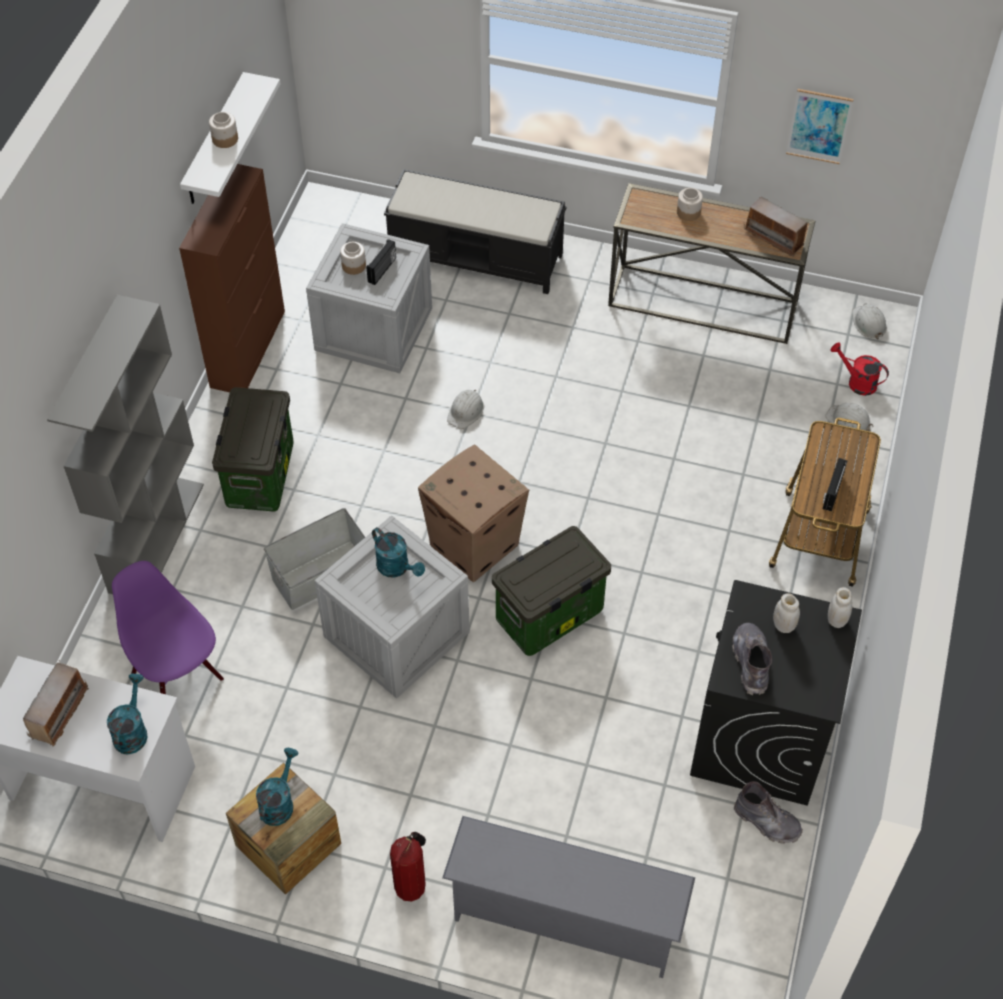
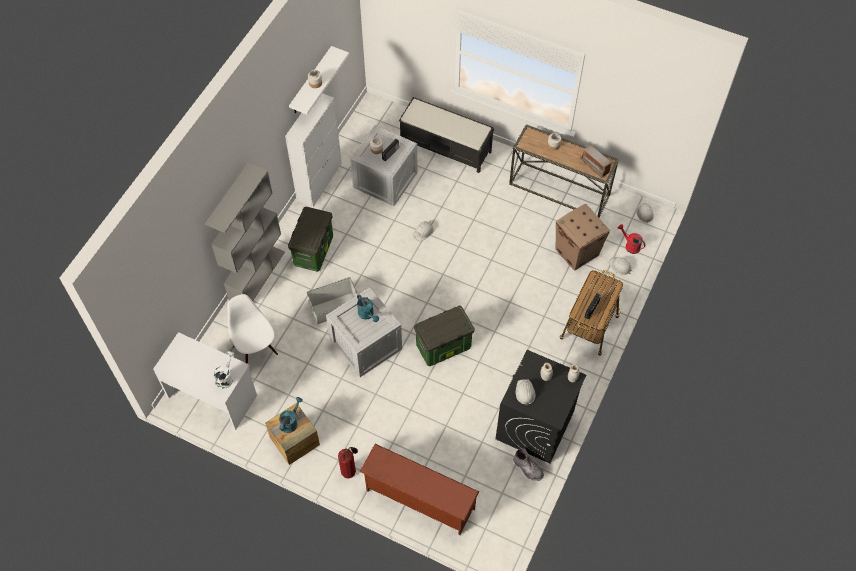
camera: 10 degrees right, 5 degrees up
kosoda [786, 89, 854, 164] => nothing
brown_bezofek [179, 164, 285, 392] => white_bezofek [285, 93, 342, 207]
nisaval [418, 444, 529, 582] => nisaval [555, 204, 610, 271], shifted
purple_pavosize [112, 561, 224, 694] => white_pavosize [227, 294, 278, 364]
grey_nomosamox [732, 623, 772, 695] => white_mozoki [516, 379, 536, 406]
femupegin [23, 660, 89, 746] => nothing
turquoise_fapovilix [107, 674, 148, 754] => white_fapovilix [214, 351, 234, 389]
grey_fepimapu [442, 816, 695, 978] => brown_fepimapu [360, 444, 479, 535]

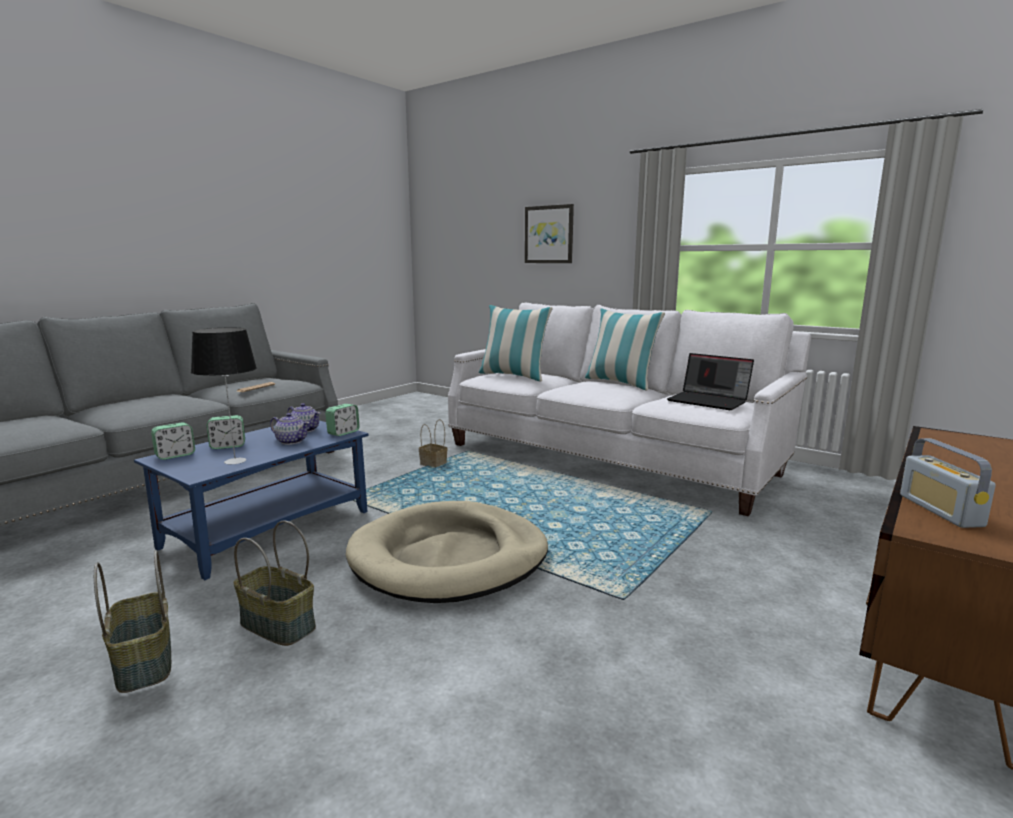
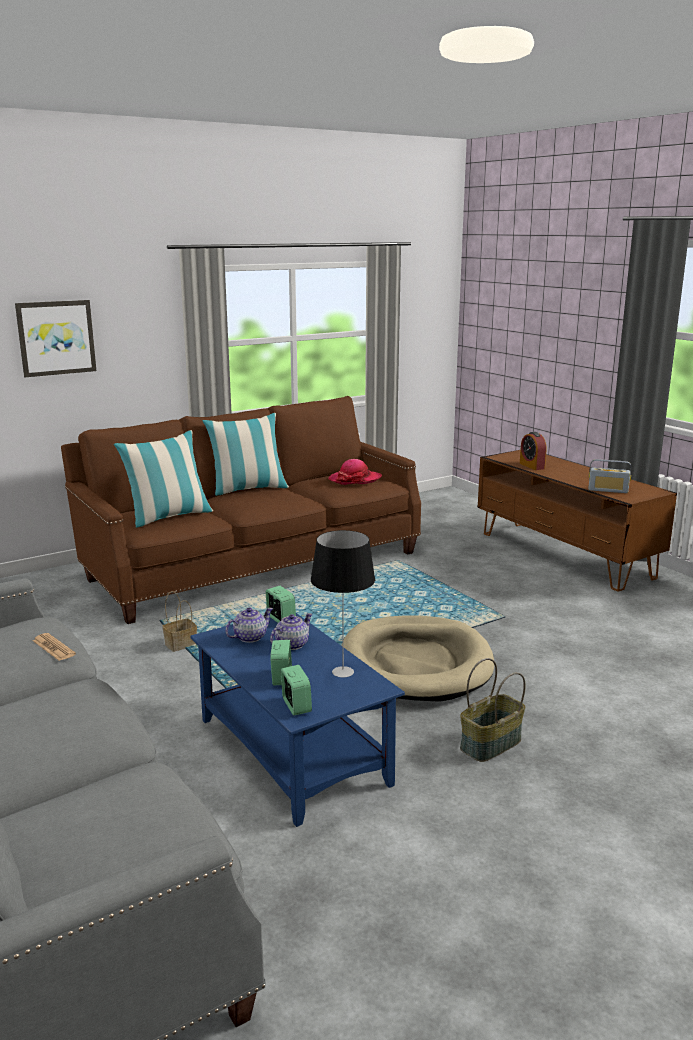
camera: 70 degrees left, 5 degrees up
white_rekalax [448, 302, 811, 516] => brown_rekalax [61, 396, 421, 624]
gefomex [667, 353, 754, 410] => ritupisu [328, 459, 382, 485]
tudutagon [94, 550, 171, 693] => nothing
nothing => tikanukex [520, 432, 546, 470]

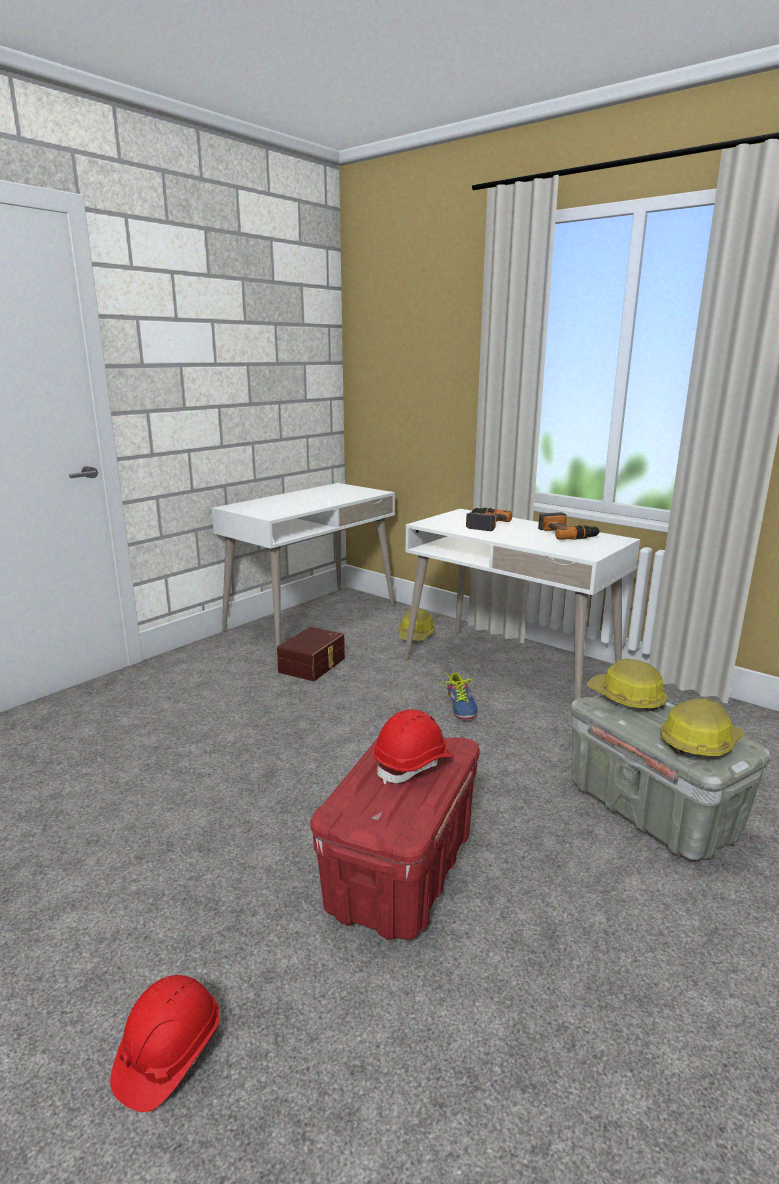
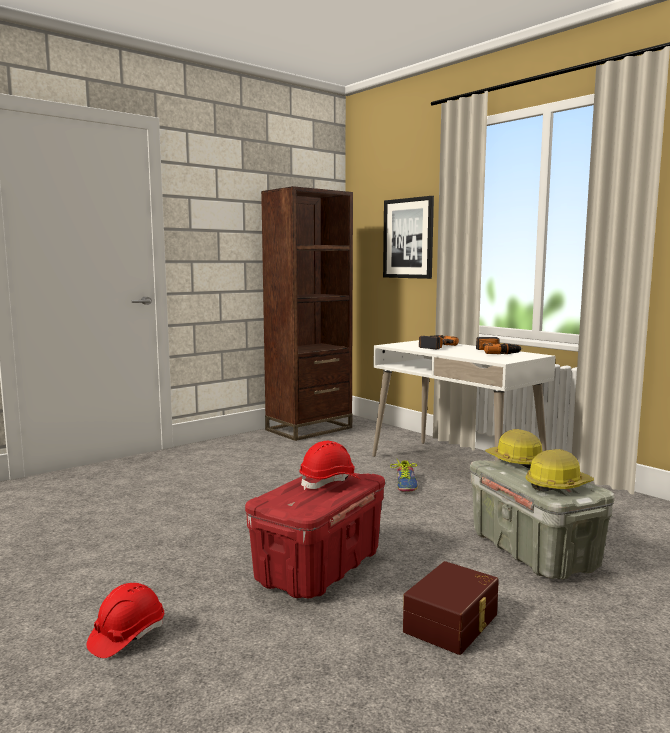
camera: 10 degrees right, 10 degrees down
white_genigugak [212, 483, 395, 652] => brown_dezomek [261, 186, 353, 441]
mozoki [398, 608, 436, 641] => nothing
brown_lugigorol [277, 627, 345, 681] => brown_lugigorol [403, 561, 499, 655], shifted
nothing => kosoda [383, 196, 434, 279]

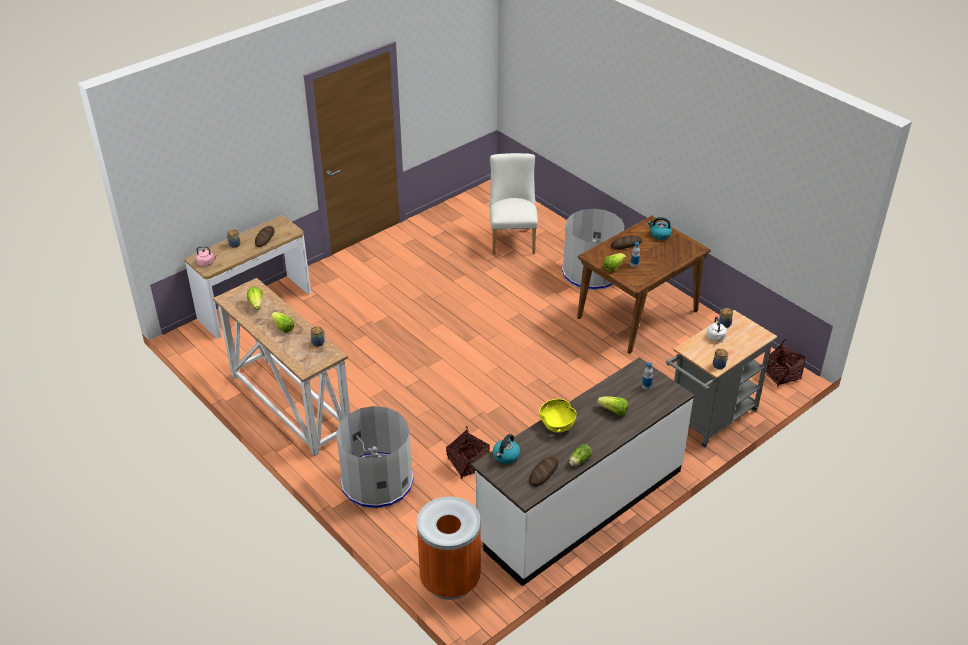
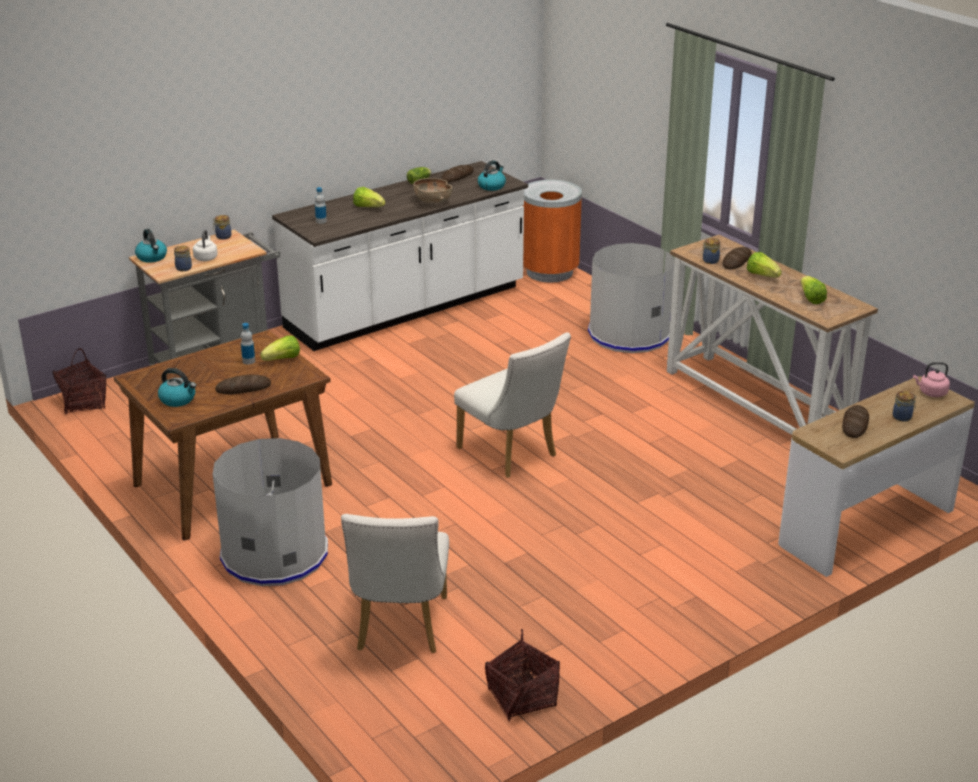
camera: 175 degrees left, 10 degrees down
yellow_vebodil [539, 399, 577, 432] => brown_vebodil [413, 178, 452, 203]
tudutagon [446, 426, 490, 479] => tudutagon [485, 629, 560, 721], shifted
nothing => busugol [135, 229, 167, 263]
nothing => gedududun [723, 247, 752, 270]
nothing => white_pavosize [454, 332, 571, 478]

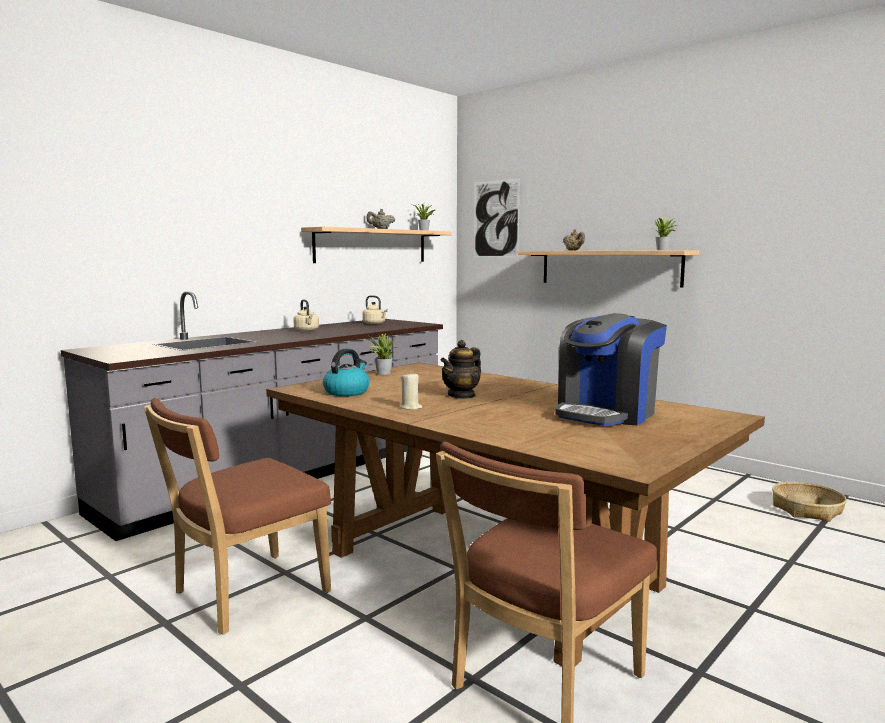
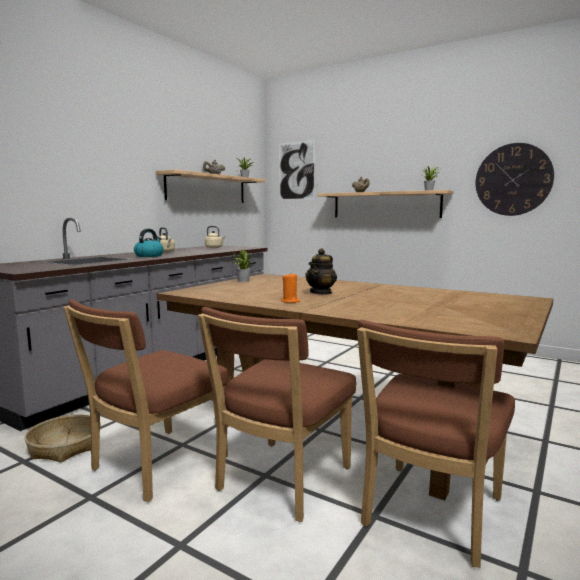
camera: 10 degrees left, 0 degrees up
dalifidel [556, 313, 667, 426] => nothing
busugol [323, 349, 370, 396] => busugol [134, 229, 164, 257], shifted
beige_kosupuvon [399, 374, 422, 410] => orange_kosupuvon [281, 274, 300, 303]
tudutagon [772, 482, 847, 522] => tudutagon [24, 414, 101, 462], shifted
nothing => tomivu [476, 143, 554, 216]
nothing => brown_pavosize [198, 307, 356, 522]

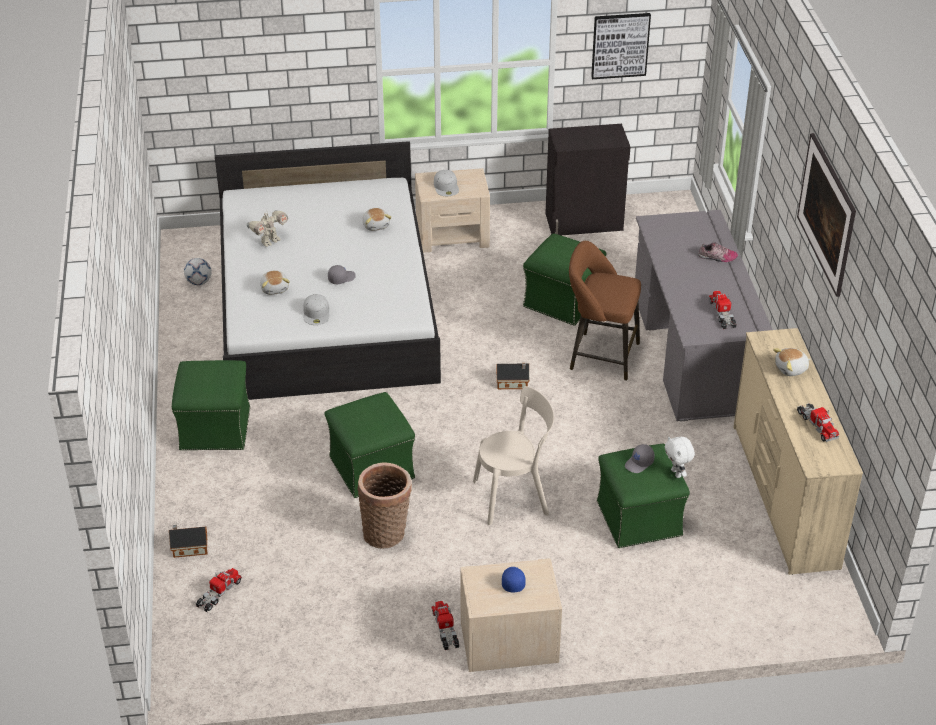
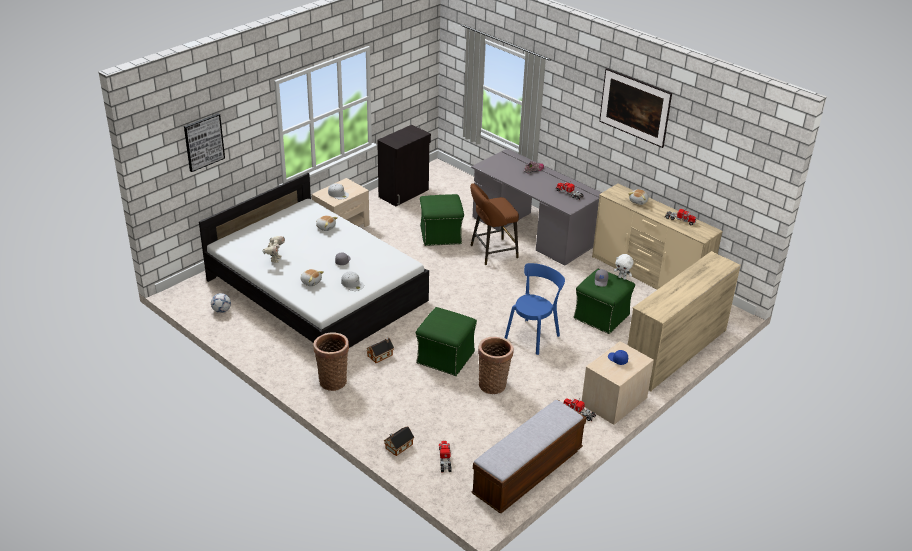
camera: 40 degrees left, 5 degrees down
kosoda [591, 13, 651, 79] => kosoda [184, 113, 225, 172], shifted
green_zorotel [172, 360, 250, 450] => tudutagon [313, 332, 349, 391]
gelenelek [496, 363, 529, 389] => gelenelek [366, 338, 394, 363], shifted
beige_pavosize [473, 386, 554, 525] => blue_pavosize [505, 263, 565, 355]
nothing => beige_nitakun [628, 251, 741, 392]
nothing => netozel [471, 400, 586, 513]

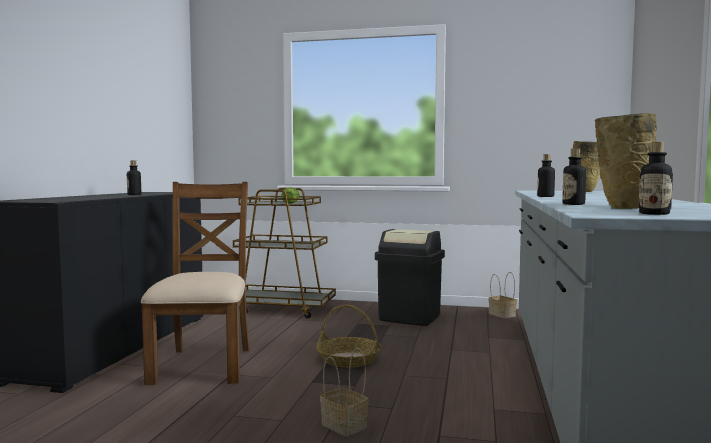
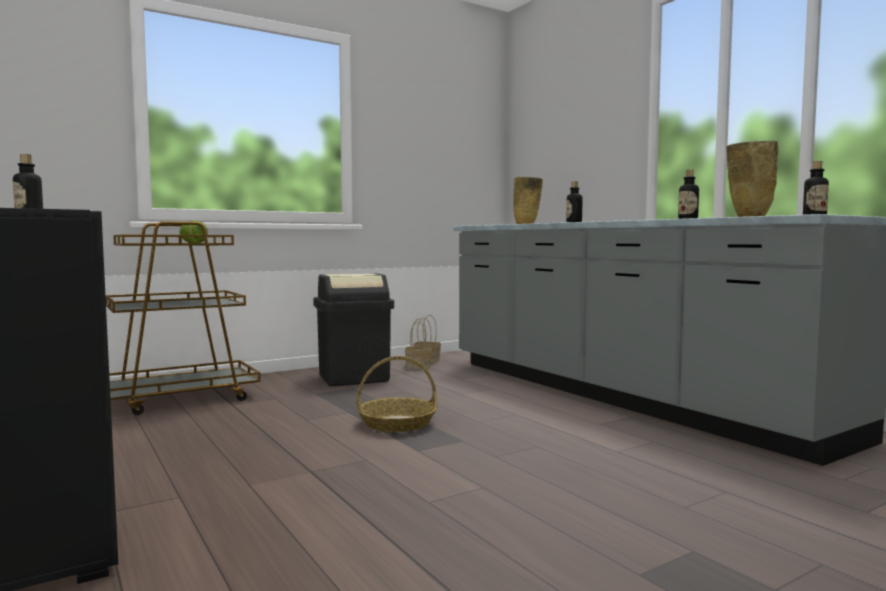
camera: 45 degrees left, 0 degrees up
brown_pavosize [141, 182, 249, 385] => nothing
tudutagon [320, 348, 369, 437] => tudutagon [405, 318, 432, 369], shifted

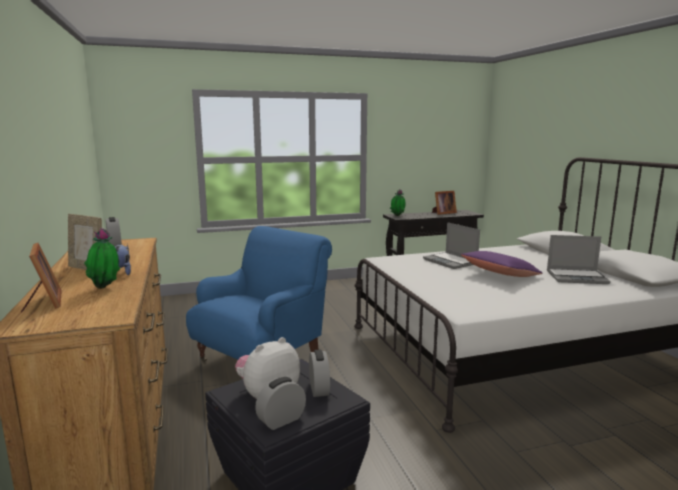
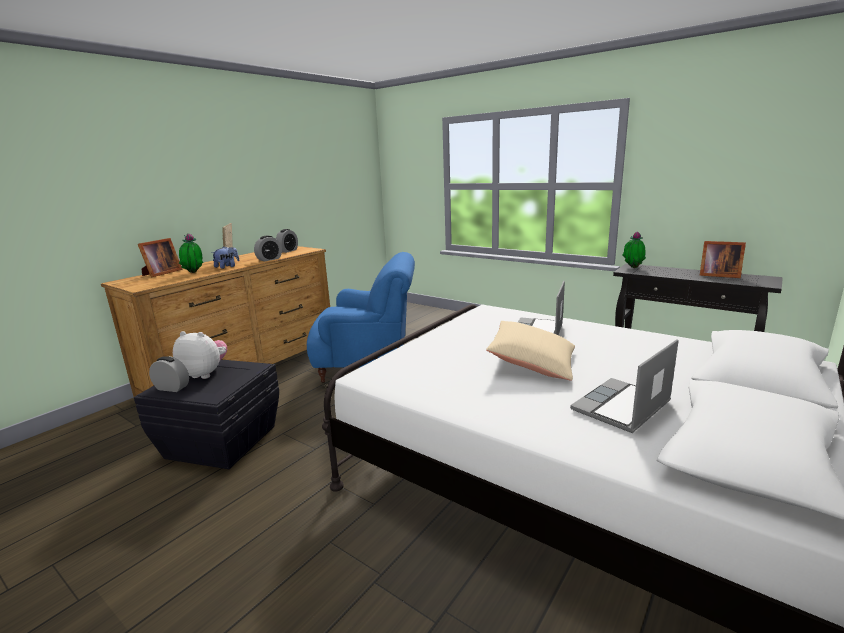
camera: 55 degrees right, 5 degrees up
gefomex [547, 235, 611, 284] => gefomex [570, 339, 679, 433], 75 degrees clockwise
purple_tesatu [461, 251, 543, 277] => beige_tesatu [486, 321, 575, 381]
tikanukex [309, 350, 330, 397] => tikanukex [254, 236, 282, 261], shifted

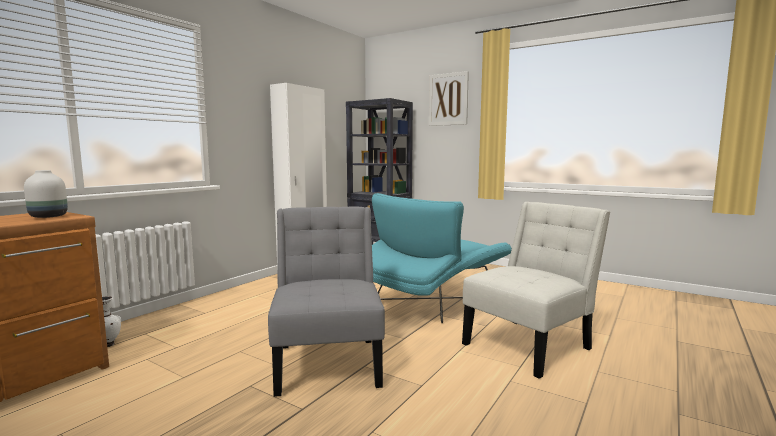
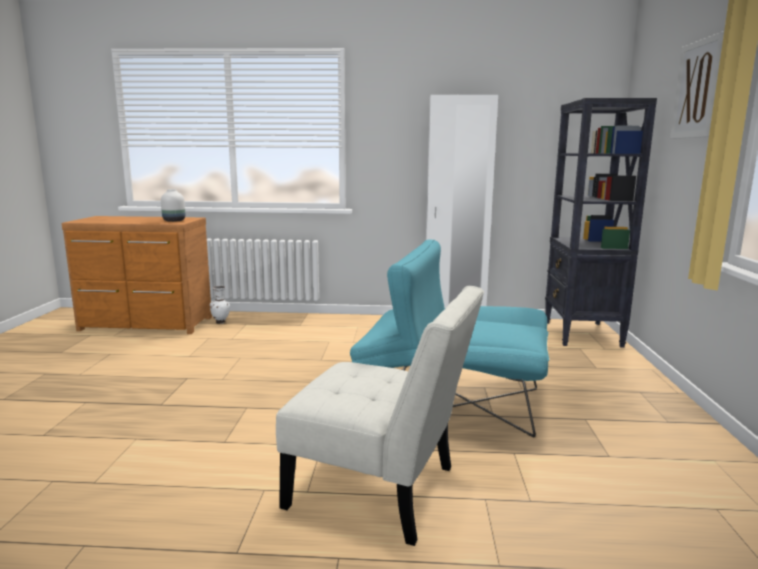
camera: 60 degrees right, 5 degrees up
grey_pavosize [268, 207, 385, 397] => nothing

